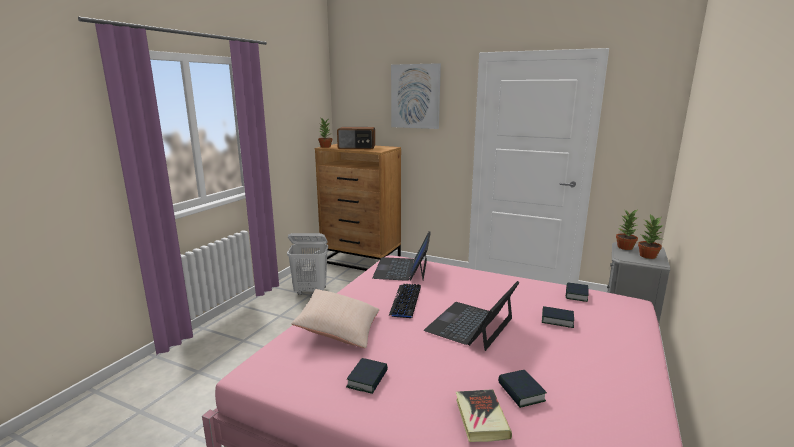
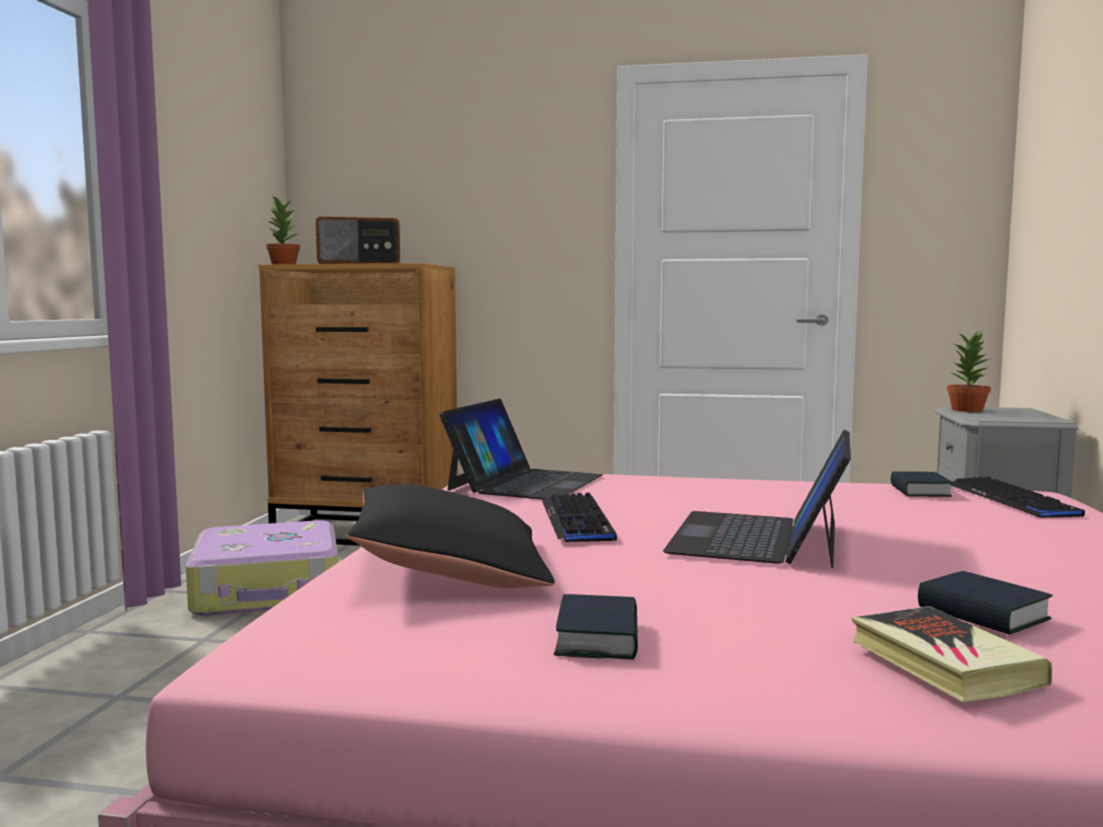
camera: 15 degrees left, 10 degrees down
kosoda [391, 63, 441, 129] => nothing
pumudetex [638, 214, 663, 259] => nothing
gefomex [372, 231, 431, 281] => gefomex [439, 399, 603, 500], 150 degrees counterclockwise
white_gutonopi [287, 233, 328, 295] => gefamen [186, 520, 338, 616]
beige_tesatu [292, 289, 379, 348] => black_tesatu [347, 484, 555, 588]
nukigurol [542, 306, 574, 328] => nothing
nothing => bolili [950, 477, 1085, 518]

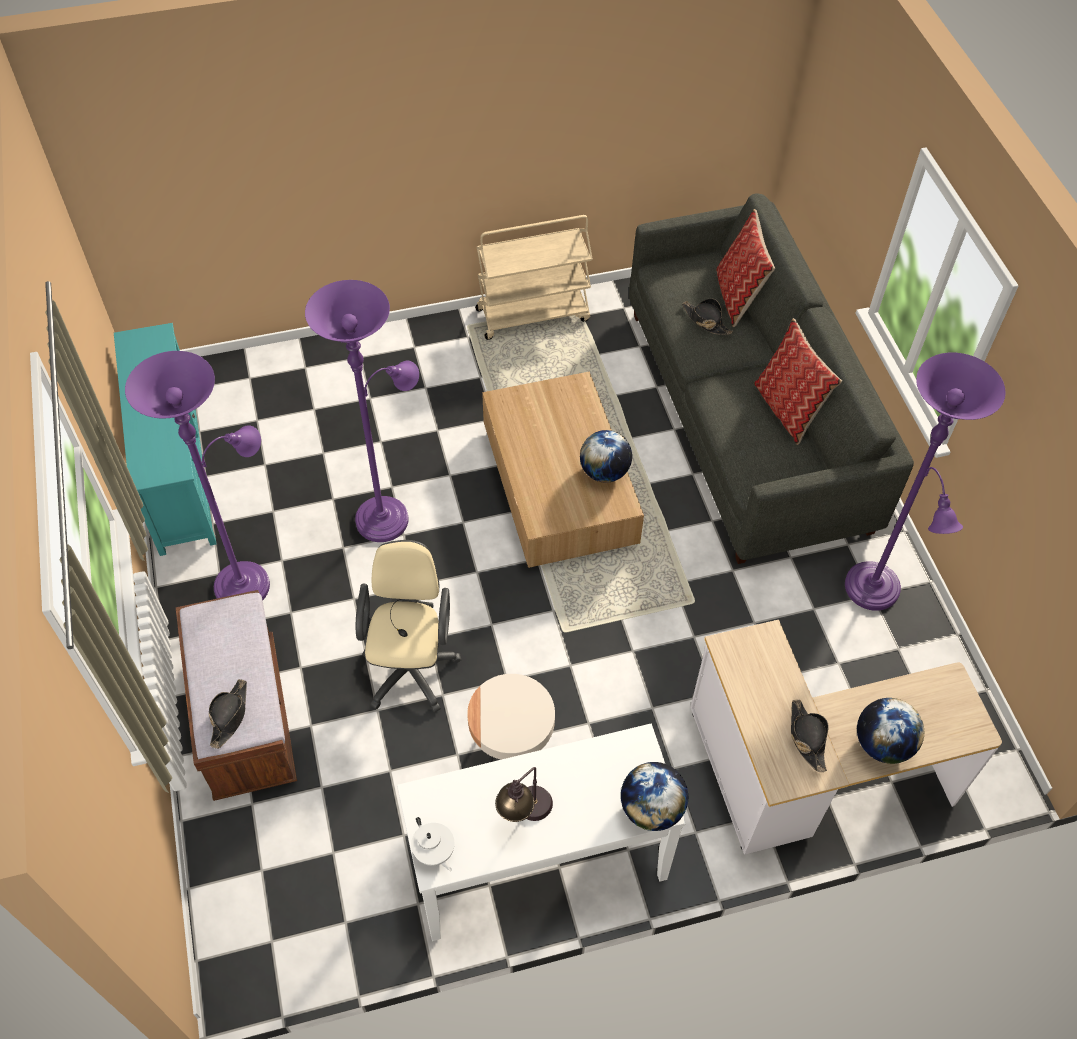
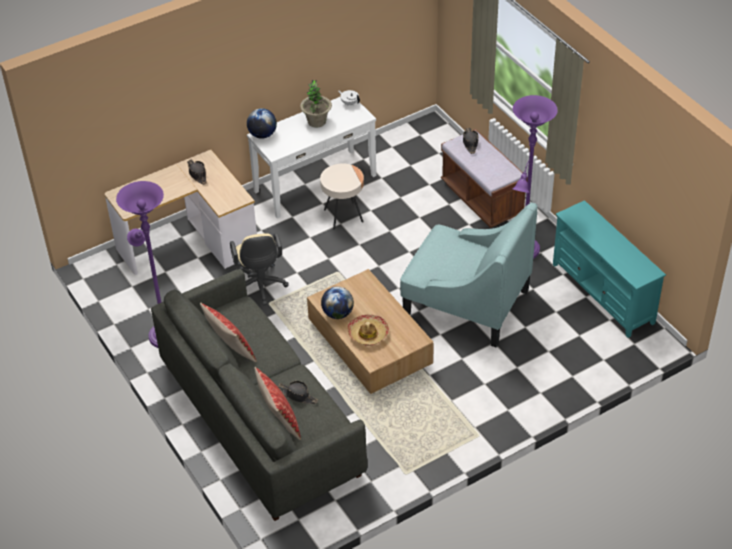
camera: 165 degrees right, 10 degrees down
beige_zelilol [475, 215, 593, 340] => nothing
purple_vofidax [305, 280, 419, 542] => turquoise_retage [400, 203, 538, 348]
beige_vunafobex [356, 540, 461, 713] => beige_vunafobex [230, 233, 289, 305], shifted
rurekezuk [857, 698, 924, 764] => nothing
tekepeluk [495, 767, 553, 822] => pumudetex [300, 80, 332, 128]
nothing => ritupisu [347, 314, 389, 346]

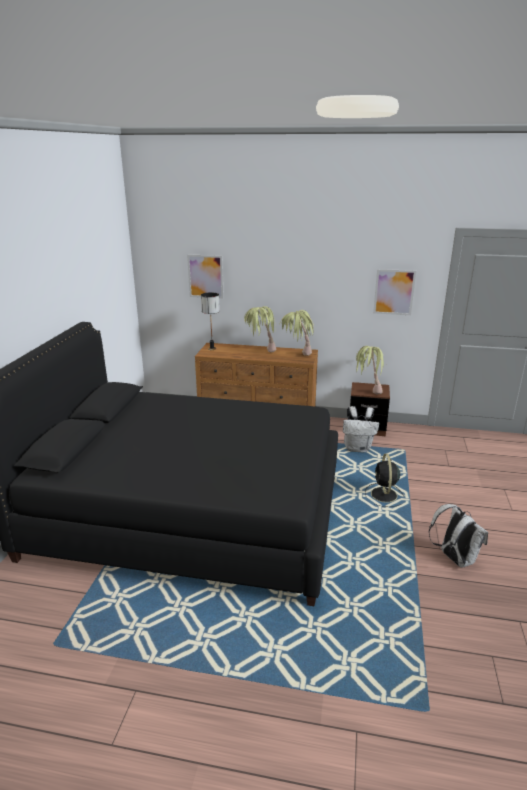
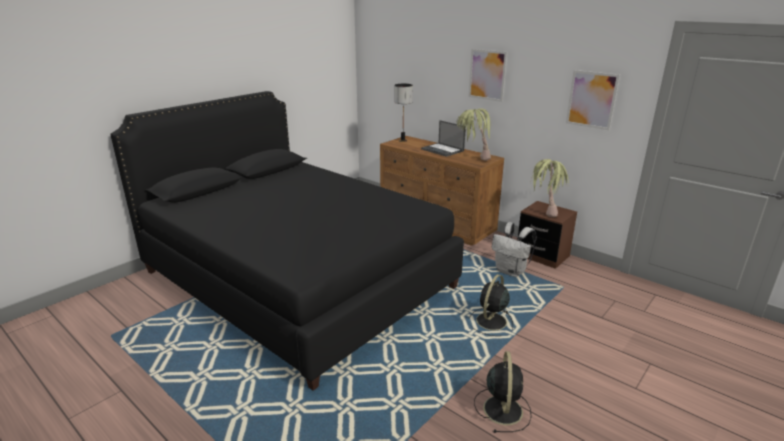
camera: 30 degrees right, 0 degrees up
kosoda [187, 254, 224, 299] => kosoda [469, 49, 507, 102], shifted
pumudetex [244, 306, 277, 353] => gefomex [421, 120, 466, 157]
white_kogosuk [429, 504, 488, 568] => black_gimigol [474, 351, 532, 433]

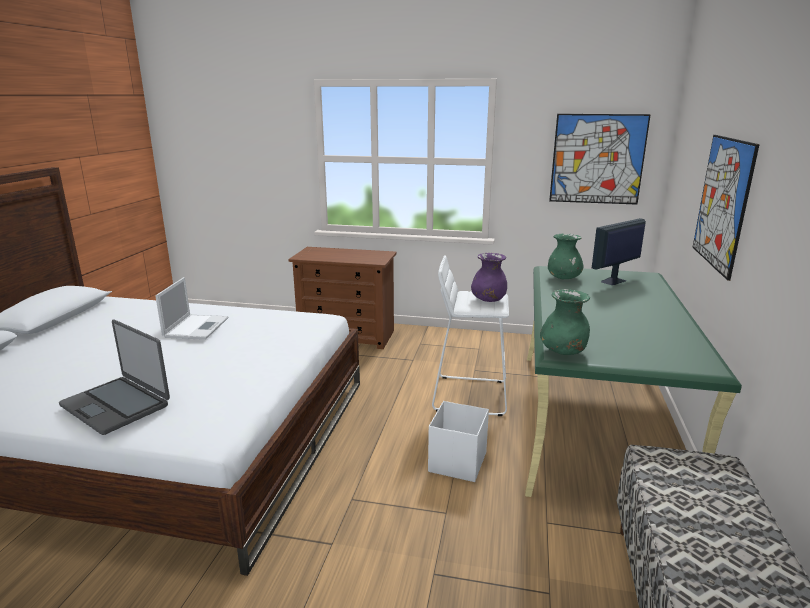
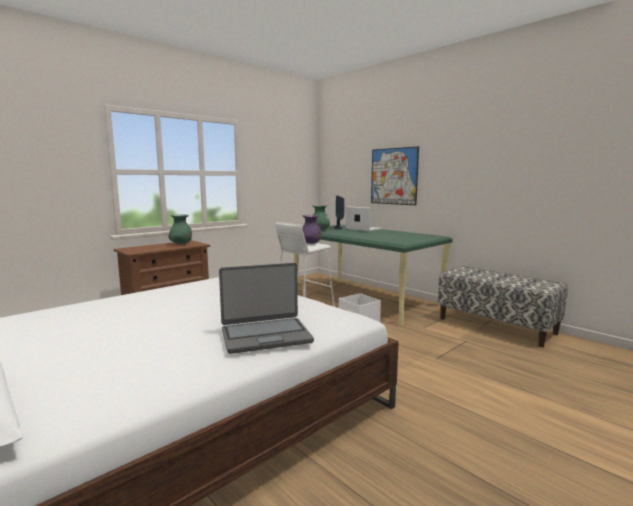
camera: 55 degrees left, 10 degrees down
kosoda [549, 114, 651, 205] => nothing
gefomex [155, 277, 228, 340] => gefomex [346, 206, 382, 231], shifted
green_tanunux [540, 289, 590, 355] => green_tanunux [168, 215, 192, 244], shifted

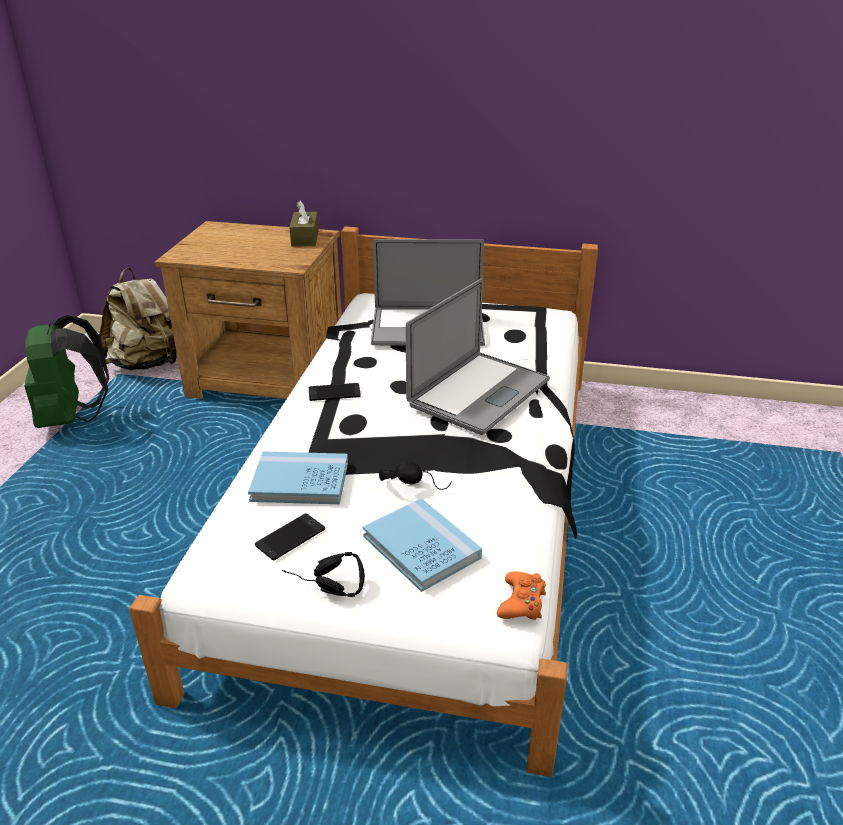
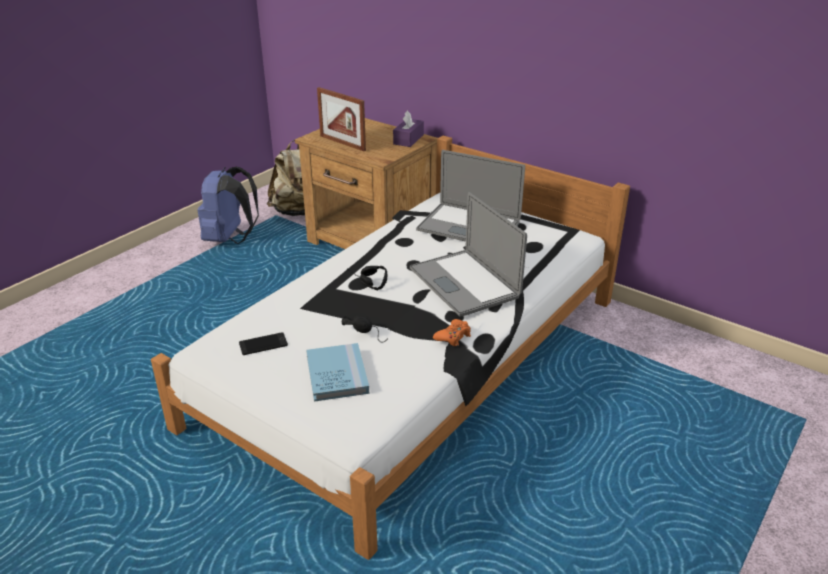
camera: 25 degrees right, 0 degrees up
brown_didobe [289, 200, 319, 247] => purple_didobe [393, 110, 424, 147]
gefomex [405, 278, 550, 435] => gefomex [410, 192, 527, 317], 90 degrees clockwise
green_kogosuk [25, 315, 110, 428] => blue_kogosuk [198, 167, 259, 244]
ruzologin [309, 383, 361, 401] => nothing
blue_nukigurol [248, 451, 348, 504] => nothing
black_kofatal [282, 552, 365, 597] => black_kofatal [348, 266, 387, 291], shifted
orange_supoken [497, 571, 546, 620] => orange_supoken [433, 319, 471, 346], shifted
nothing => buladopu [317, 87, 366, 151]

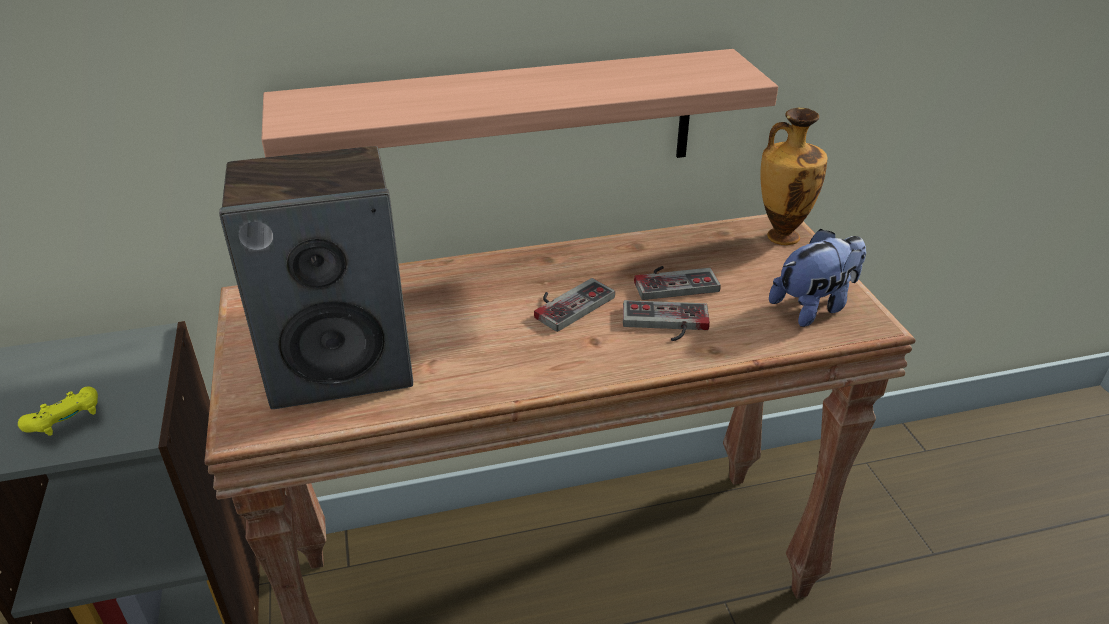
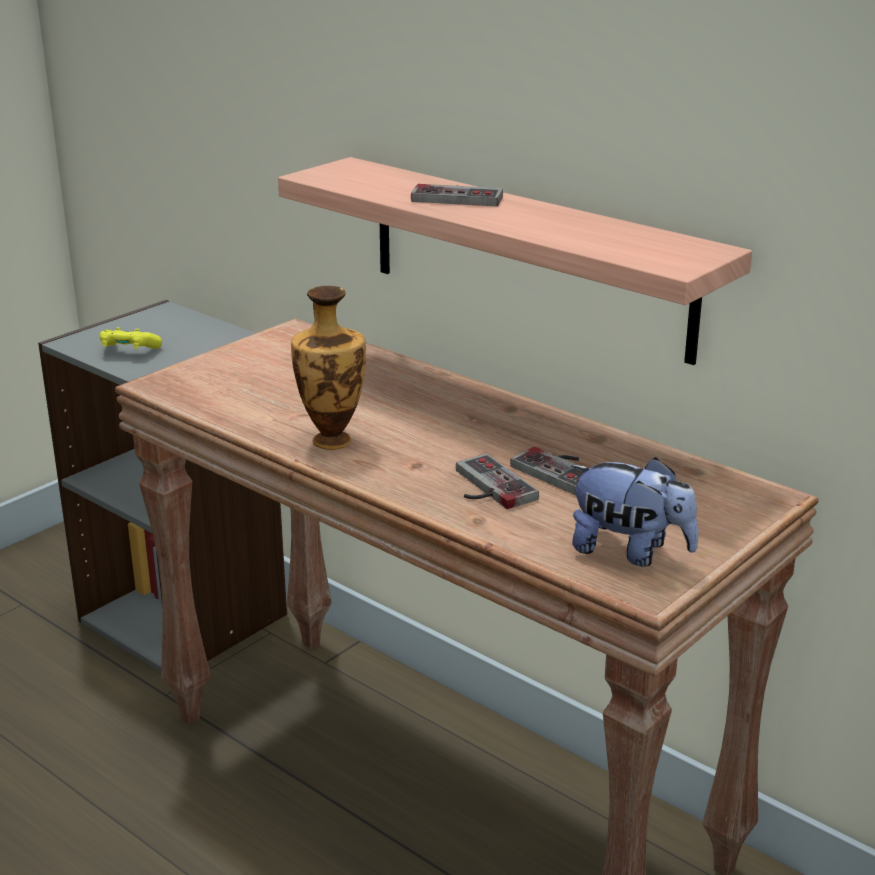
camera: 55 degrees right, 10 degrees down
tanunux [760, 107, 827, 245] => tanunux [291, 286, 366, 450], shifted
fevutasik [219, 146, 413, 409] => nothing
supoken [534, 278, 615, 332] => supoken [411, 184, 503, 206], shifted

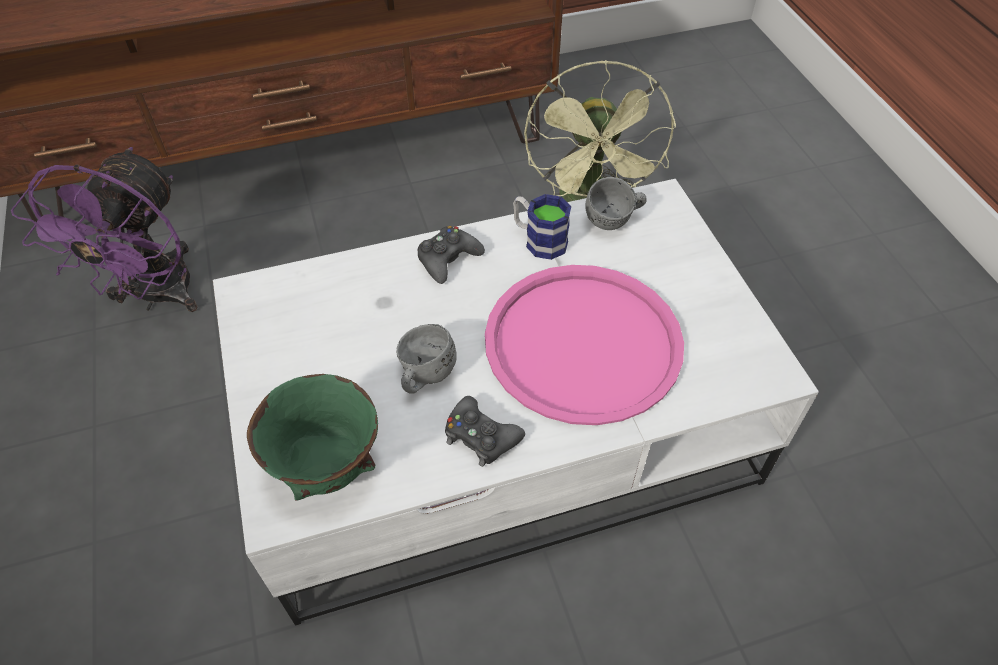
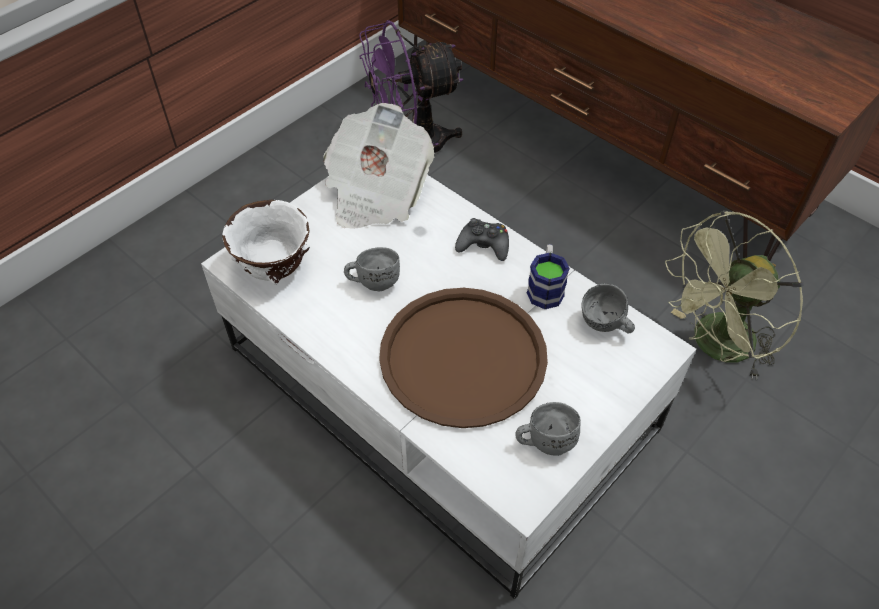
camera: 60 degrees right, 0 degrees up
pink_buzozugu [485, 265, 684, 425] => brown_buzozugu [379, 288, 548, 428]
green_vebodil [247, 374, 378, 501] => white_vebodil [222, 200, 310, 285]
black_supoken [445, 396, 525, 467] => nothing
nothing => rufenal [323, 103, 434, 229]
nothing => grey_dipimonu [515, 402, 581, 456]

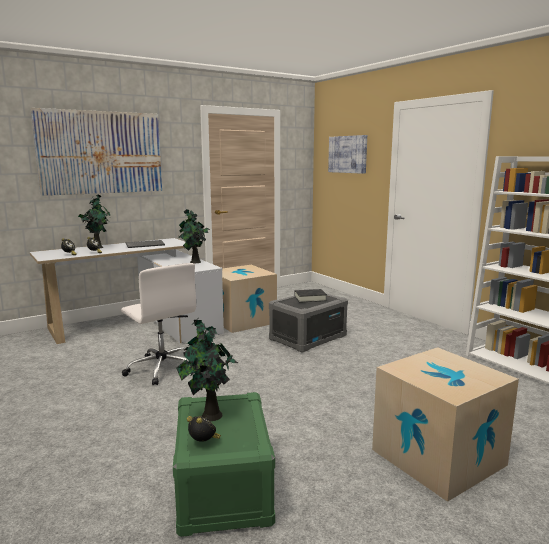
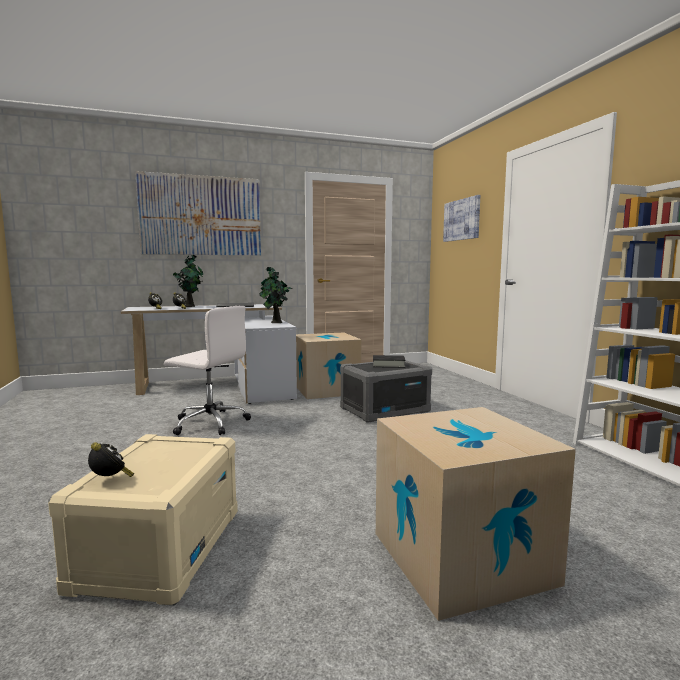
camera: 15 degrees right, 5 degrees down
white_vunafobex [121, 263, 196, 385] => white_vunafobex [164, 306, 251, 435], 45 degrees counterclockwise
pumudetex [176, 319, 238, 421] => nothing
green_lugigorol [173, 392, 275, 537] => beige_lugigorol [48, 434, 238, 606]

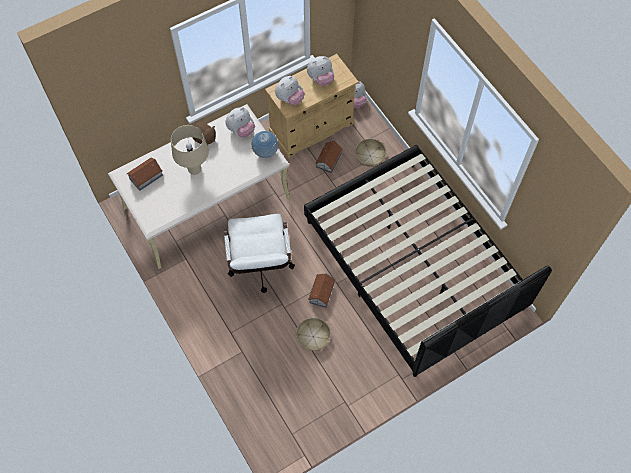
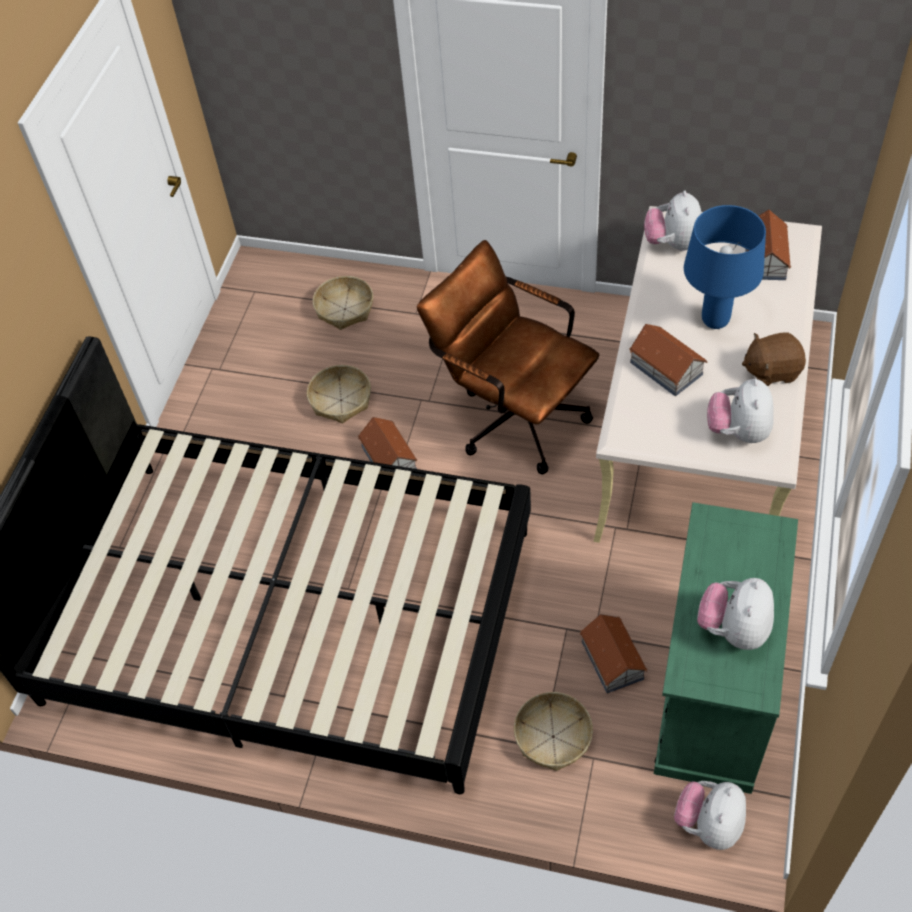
camera: 140 degrees right, 10 degrees down
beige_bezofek [265, 54, 359, 158] => green_bezofek [654, 502, 798, 794]
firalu [275, 76, 305, 105] => firalu [644, 190, 701, 251], shifted
beige_tekepeluk [171, 125, 209, 175] => blue_tekepeluk [684, 205, 766, 329]
rurekezuk [251, 131, 278, 158] => nothing
white_vunafobex [224, 214, 295, 293] => brown_vunafobex [417, 240, 599, 474]
nothing => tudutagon [313, 276, 373, 330]
nothing => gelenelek [629, 324, 707, 396]

